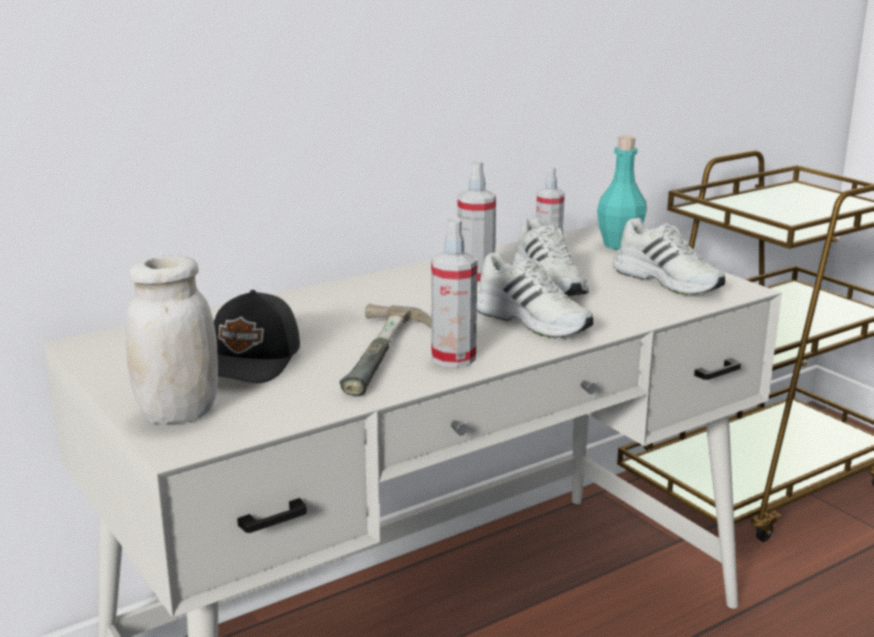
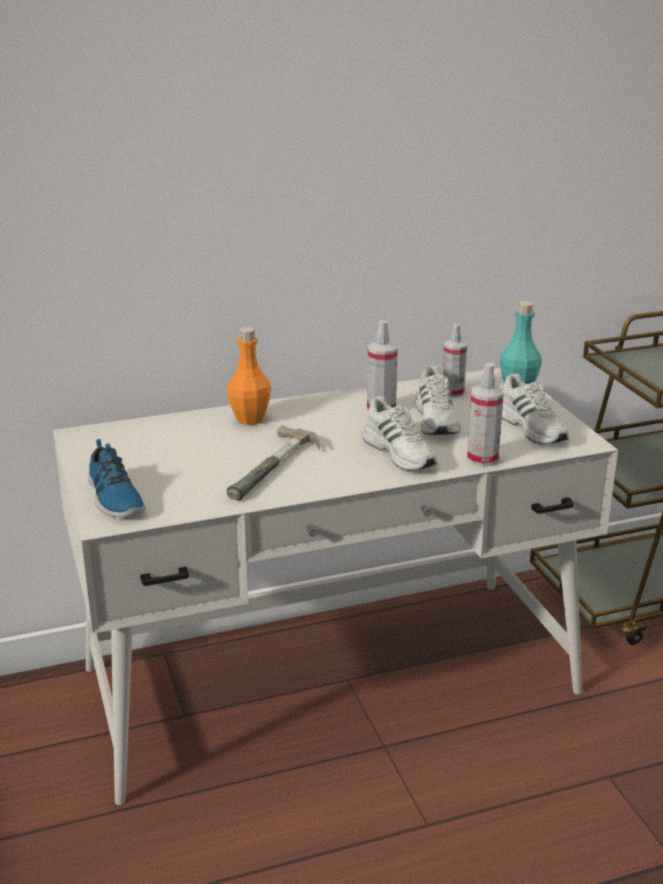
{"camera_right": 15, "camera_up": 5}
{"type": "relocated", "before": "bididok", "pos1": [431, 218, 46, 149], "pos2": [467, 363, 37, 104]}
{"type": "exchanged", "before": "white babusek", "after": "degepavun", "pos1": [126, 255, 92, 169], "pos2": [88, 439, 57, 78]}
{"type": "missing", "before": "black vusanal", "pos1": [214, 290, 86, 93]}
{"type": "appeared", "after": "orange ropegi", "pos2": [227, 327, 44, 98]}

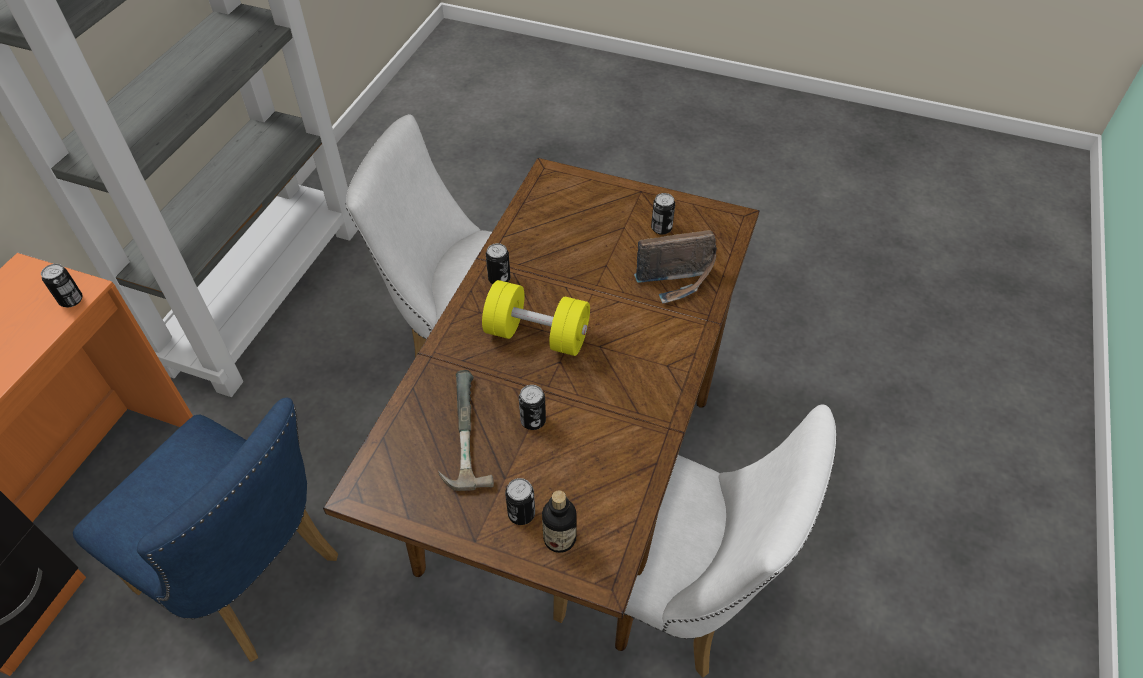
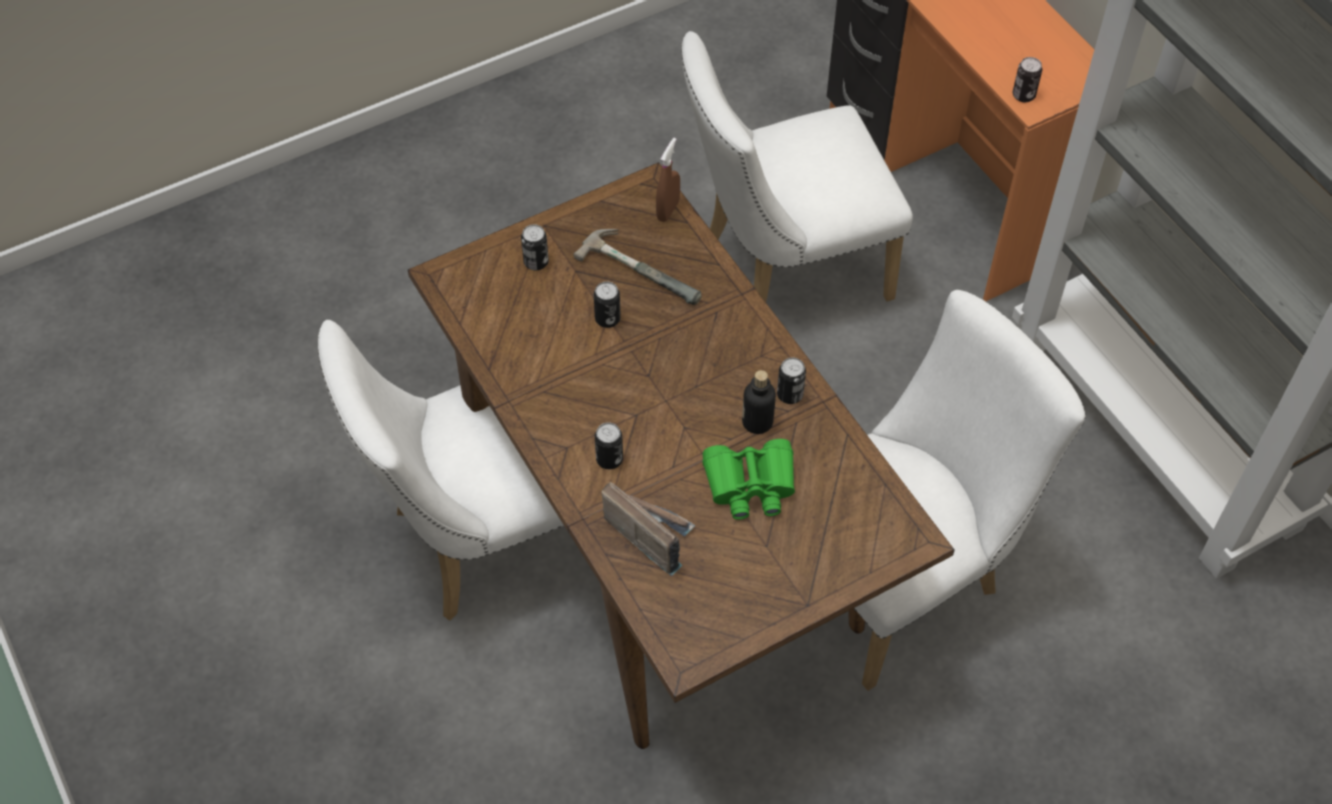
{"camera_right": 130, "camera_up": 5}
{"type": "relocated", "before": "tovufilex", "pos1": [651, 193, 24, 42], "pos2": [595, 423, 28, 46]}
{"type": "spun", "before": "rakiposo", "pos1": [634, 230, 83, 74], "pos2": [601, 482, 94, 94], "turn": 105}
{"type": "missing", "before": "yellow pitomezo", "pos1": [482, 280, 108, 76]}
{"type": "colour", "before": "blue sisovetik", "after": "white sisovetik", "pos1": [73, 397, 265, 265], "pos2": [681, 31, 232, 271]}
{"type": "relocated", "before": "ropegi", "pos1": [542, 490, 35, 63], "pos2": [742, 370, 34, 64]}
{"type": "appeared", "after": "brown bididok", "pos2": [656, 138, 24, 84]}
{"type": "appeared", "after": "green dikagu", "pos2": [702, 439, 93, 81]}

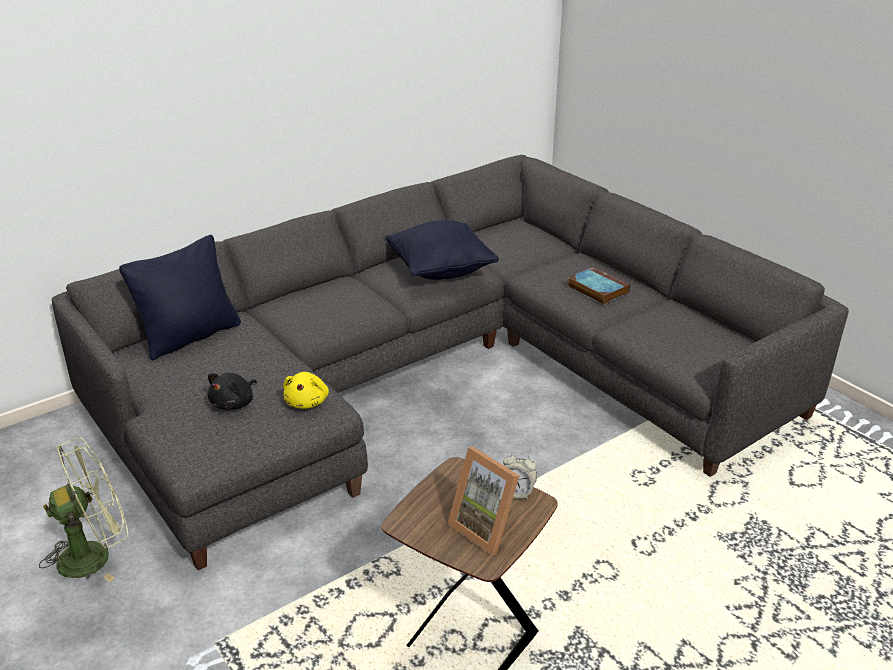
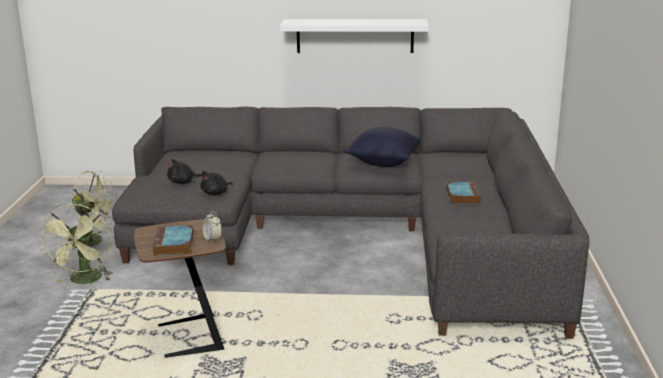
{"camera_right": 40, "camera_up": -10}
{"type": "missing", "before": "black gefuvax", "pos1": [119, 235, 122, 125]}
{"type": "colour", "before": "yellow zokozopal", "after": "black zokozopal", "pos1": [283, 372, 46, 37], "pos2": [200, 171, 33, 24]}
{"type": "exchanged", "before": "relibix", "after": "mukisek", "pos1": [448, 447, 71, 109], "pos2": [153, 225, 41, 30]}
{"type": "appeared", "after": "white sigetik", "pos2": [280, 19, 149, 34]}
{"type": "appeared", "after": "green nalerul", "pos2": [39, 204, 73, 80]}

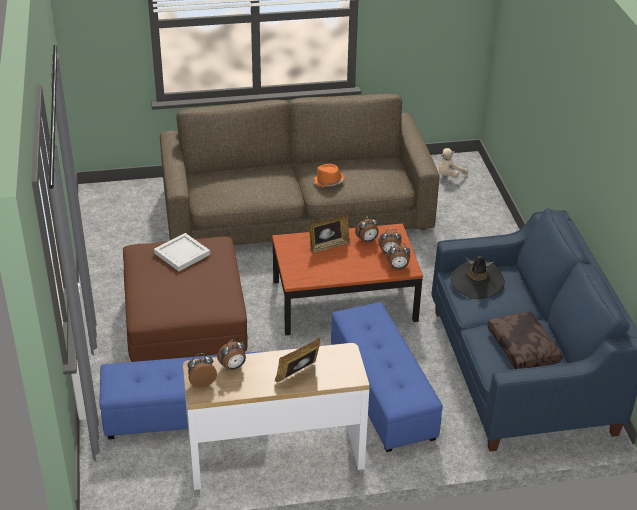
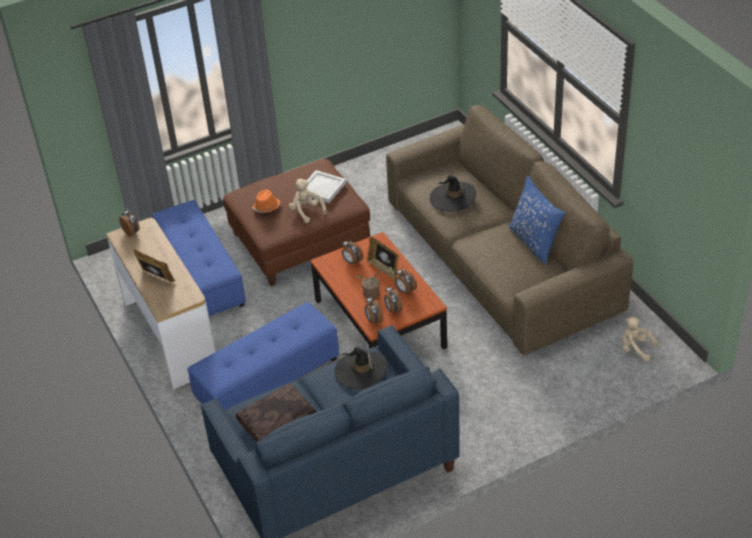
{"camera_right": 75, "camera_up": 5}
{"type": "relocated", "before": "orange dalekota", "pos1": [314, 164, 30, 23], "pos2": [253, 190, 27, 23]}
{"type": "relocated", "before": "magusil", "pos1": [217, 339, 29, 31], "pos2": [342, 239, 21, 26]}
{"type": "appeared", "after": "black dalekota", "pos2": [430, 174, 46, 38]}
{"type": "appeared", "after": "blue gefuvax", "pos2": [508, 176, 58, 88]}
{"type": "appeared", "after": "beige zokozopal", "pos2": [289, 179, 37, 44]}
{"type": "appeared", "after": "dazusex", "pos2": [356, 267, 38, 32]}

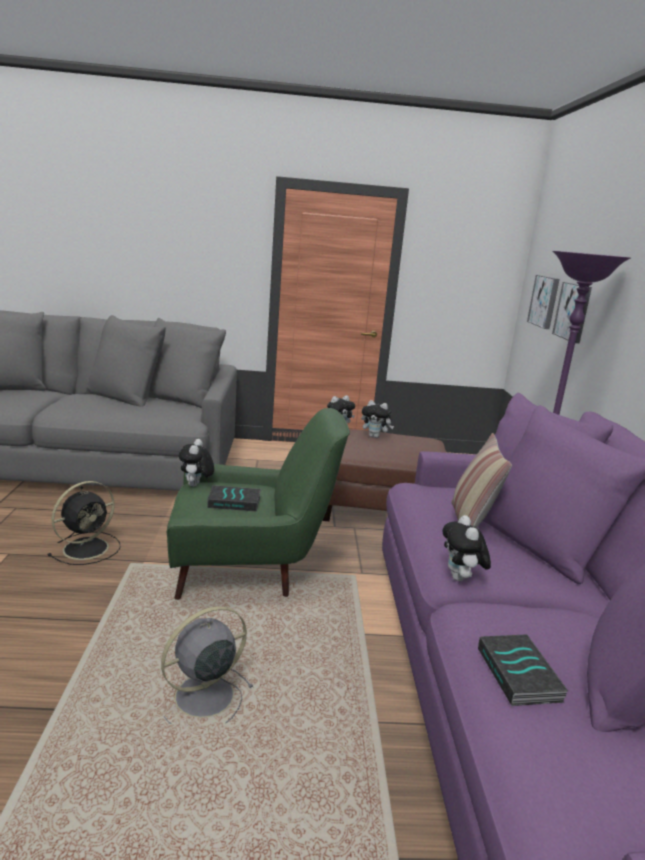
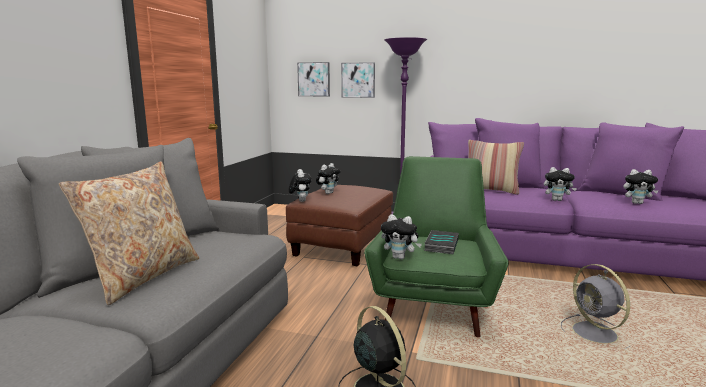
{"camera_right": -70, "camera_up": -5}
{"type": "exchanged", "before": "mukisek", "after": "zokozopal", "pos1": [478, 634, 90, 72], "pos2": [623, 169, 36, 35]}
{"type": "appeared", "after": "beige gefuvax", "pos2": [59, 161, 140, 144]}

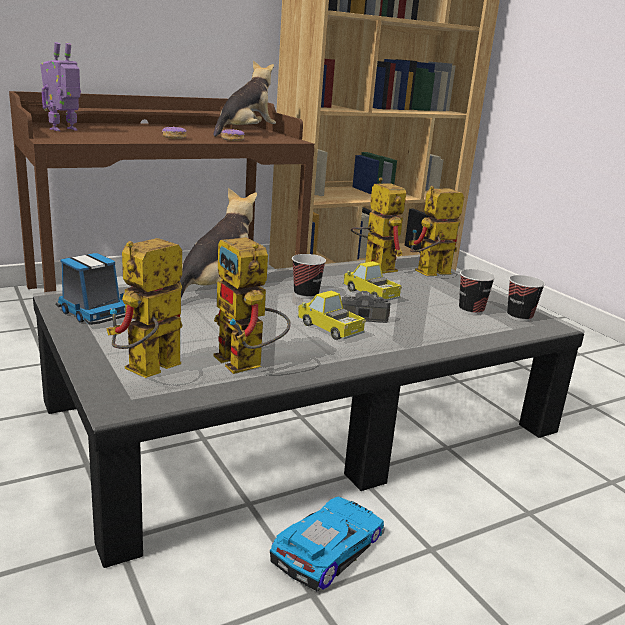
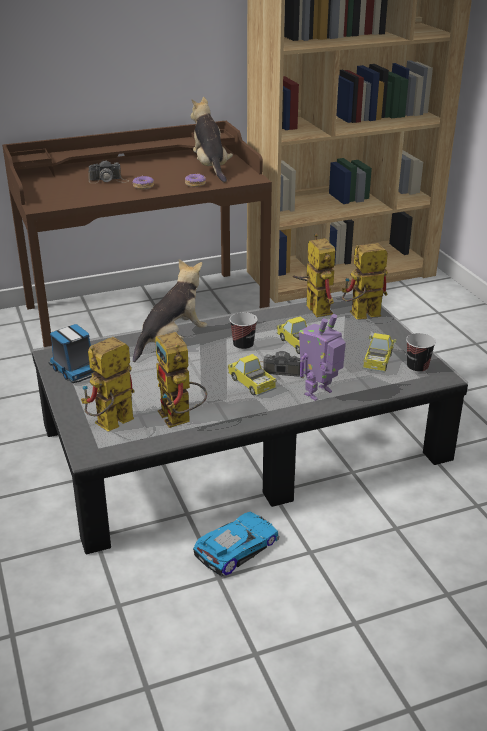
{"camera_right": 10, "camera_up": 10}
{"type": "relocated", "before": "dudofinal", "pos1": [40, 42, 41, 89], "pos2": [299, 314, 47, 87]}
{"type": "spun", "before": "zokozopal", "pos1": [213, 60, 63, 77], "pos2": [191, 97, 42, 85], "turn": -60}
{"type": "exchanged", "before": "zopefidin", "after": "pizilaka", "pos1": [459, 269, 36, 46], "pos2": [363, 333, 33, 39]}
{"type": "appeared", "after": "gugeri", "pos2": [88, 161, 41, 22]}

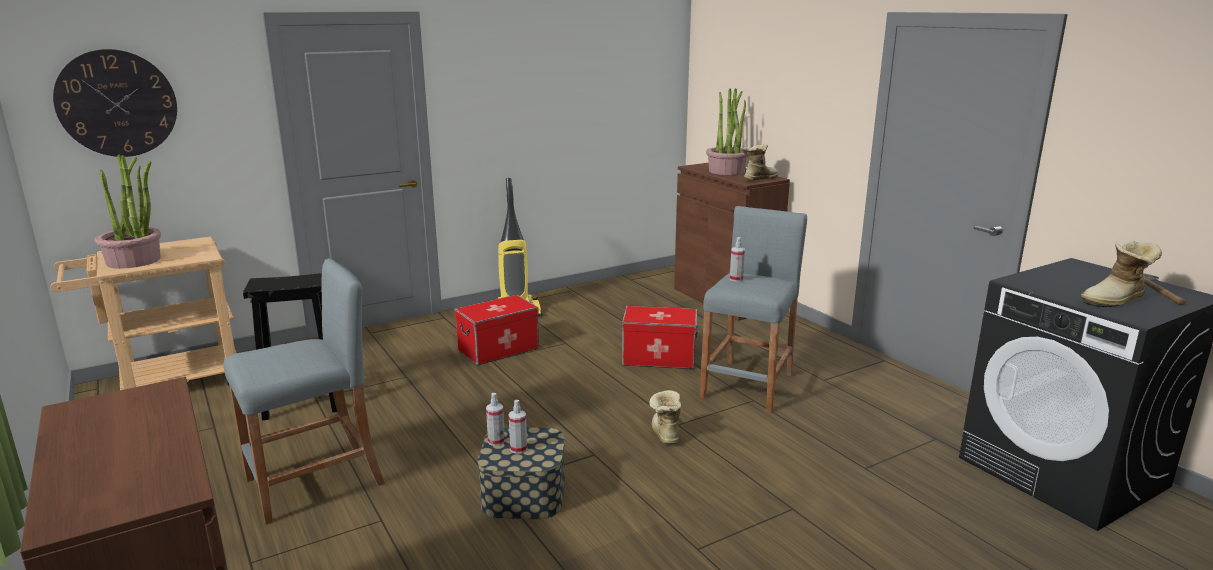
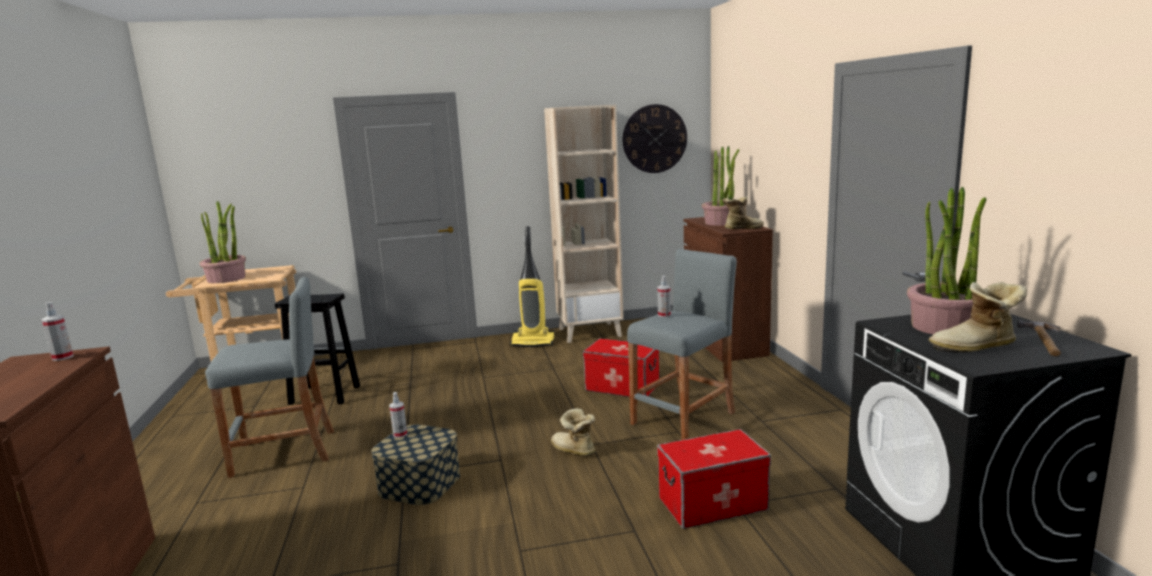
{"camera_right": 20, "camera_up": -5}
{"type": "relocated", "before": "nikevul", "pos1": [53, 49, 124, 108], "pos2": [623, 104, 64, 69]}
{"type": "relocated", "before": "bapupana", "pos1": [455, 295, 84, 70], "pos2": [657, 429, 114, 100]}
{"type": "spun", "before": "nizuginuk", "pos1": [649, 390, 32, 55], "pos2": [551, 408, 44, 48], "turn": -60}
{"type": "relocated", "before": "bididok", "pos1": [509, 400, 18, 54], "pos2": [41, 302, 33, 59]}
{"type": "appeared", "after": "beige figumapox", "pos2": [544, 105, 80, 238]}
{"type": "appeared", "after": "dazusex", "pos2": [907, 187, 79, 147]}

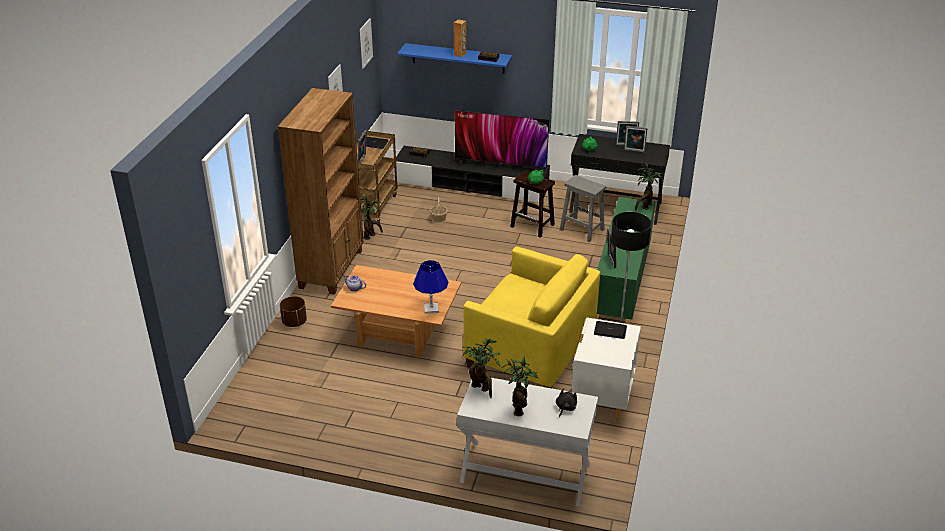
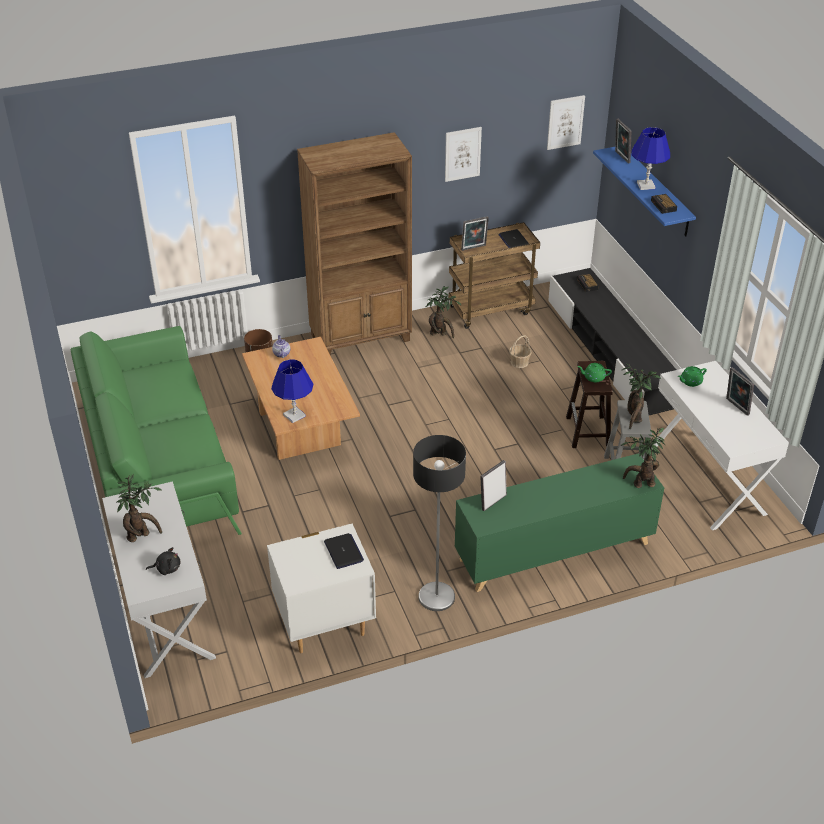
{"camera_right": 55, "camera_up": 5}
{"type": "exchanged", "before": "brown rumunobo", "after": "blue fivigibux", "pos1": [454, 19, 12, 38], "pos2": [631, 127, 39, 63]}
{"type": "missing", "before": "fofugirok", "pos1": [455, 110, 94, 60]}
{"type": "relocated", "before": "relibix", "pos1": [624, 126, 23, 27], "pos2": [615, 119, 16, 44]}
{"type": "colour", "before": "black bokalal", "after": "white bokalal", "pos1": [569, 134, 101, 91], "pos2": [654, 361, 135, 169]}
{"type": "missing", "before": "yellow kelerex", "pos1": [463, 246, 137, 142]}
{"type": "relocated", "before": "dazusex", "pos1": [463, 338, 37, 60], "pos2": [622, 363, 39, 66]}
{"type": "appeared", "after": "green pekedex", "pos2": [71, 326, 171, 209]}

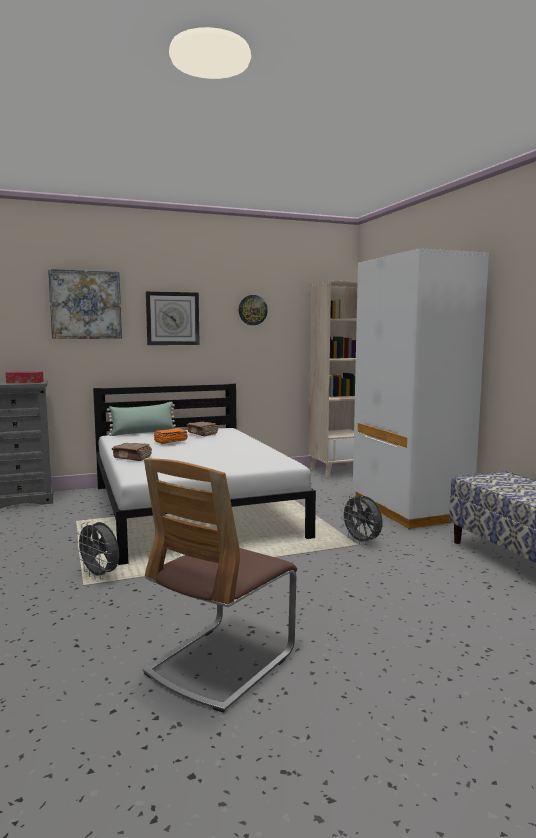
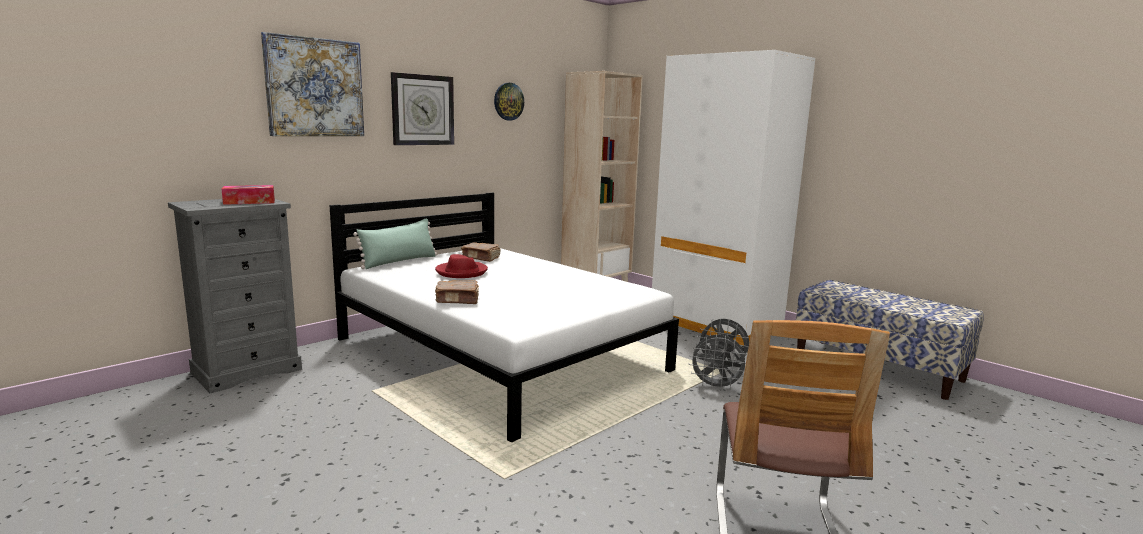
{"camera_right": -25, "camera_up": 5}
{"type": "exchanged", "before": "orange mukisek", "after": "red dalekota", "pos1": [154, 428, 34, 16], "pos2": [435, 254, 53, 24]}
{"type": "relocated", "before": "grey nalerul", "pos1": [75, 521, 44, 58], "pos2": [689, 334, 58, 57]}

